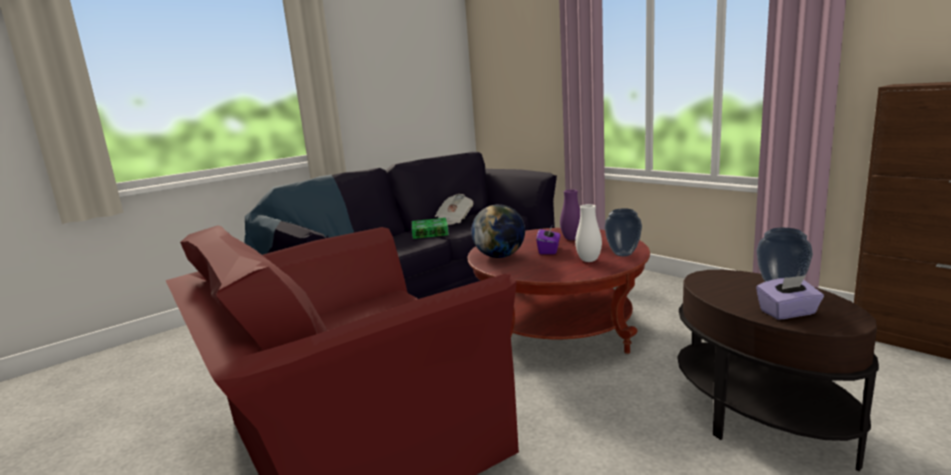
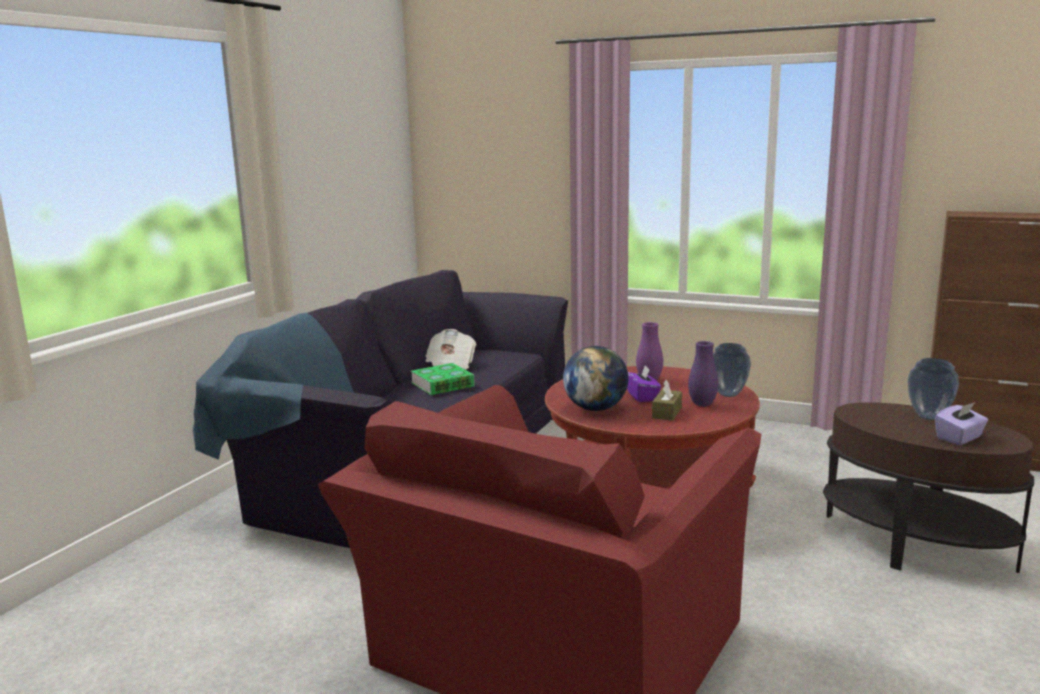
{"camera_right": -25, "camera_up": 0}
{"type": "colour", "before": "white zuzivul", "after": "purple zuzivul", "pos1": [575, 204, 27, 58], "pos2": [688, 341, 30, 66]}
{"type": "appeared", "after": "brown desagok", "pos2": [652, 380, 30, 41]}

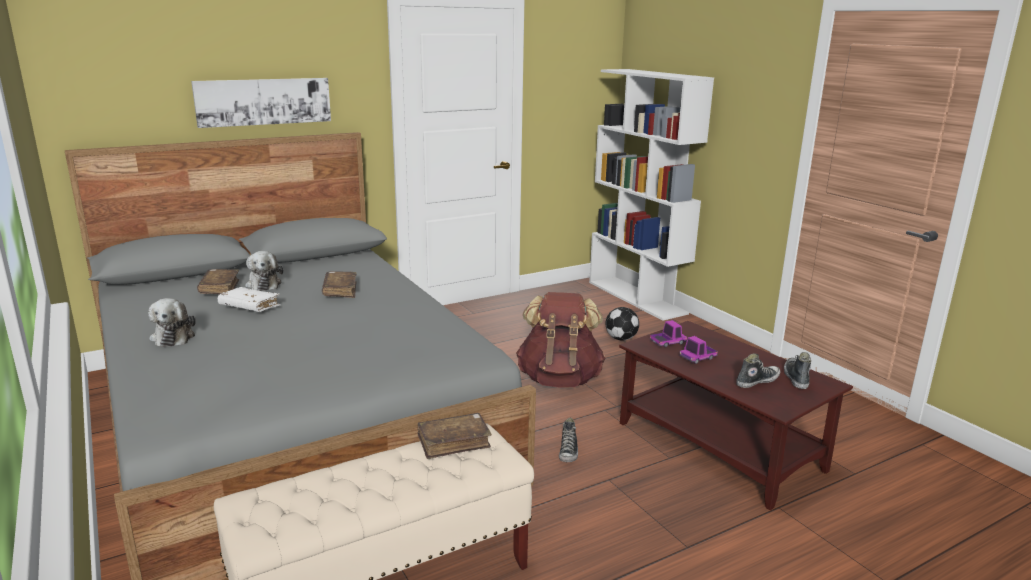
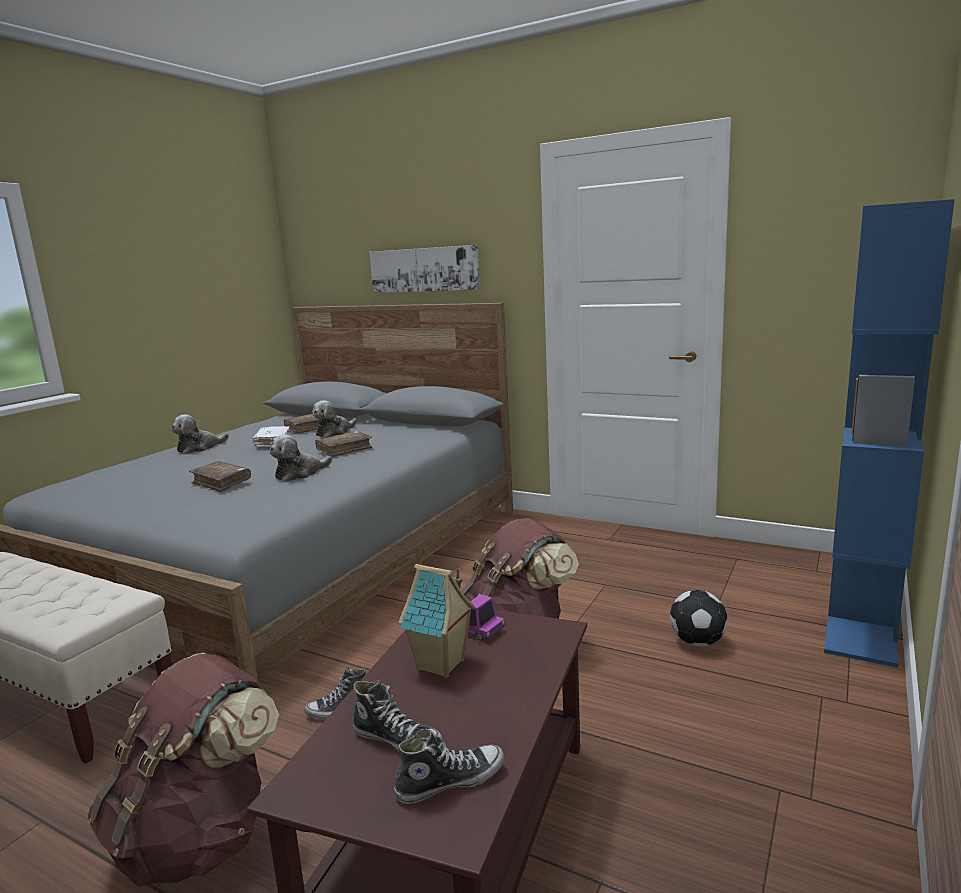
{"camera_right": 60, "camera_up": -5}
{"type": "colour", "before": "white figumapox", "after": "blue figumapox", "pos1": [589, 69, 125, 252], "pos2": [824, 199, 131, 469]}
{"type": "exchanged", "before": "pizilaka", "after": "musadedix", "pos1": [679, 336, 39, 28], "pos2": [398, 564, 77, 114]}
{"type": "relocated", "before": "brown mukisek", "pos1": [417, 413, 75, 46], "pos2": [189, 461, 62, 31]}
{"type": "appeared", "after": "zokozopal", "pos2": [269, 435, 63, 47]}
{"type": "appeared", "after": "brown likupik", "pos2": [88, 653, 191, 234]}

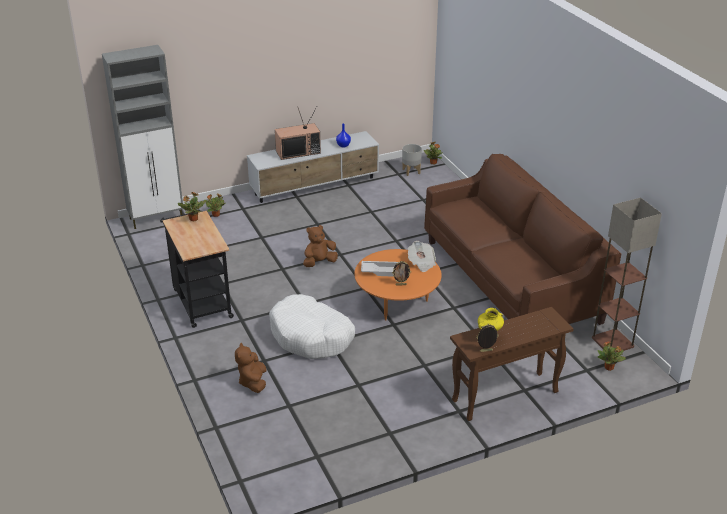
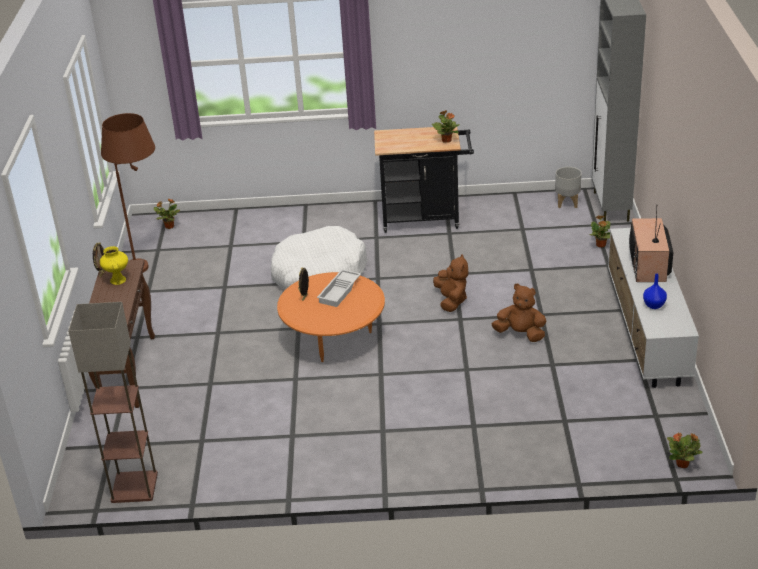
{"camera_right": 115, "camera_up": 0}
{"type": "relocated", "before": "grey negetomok", "pos1": [402, 144, 20, 32], "pos2": [555, 167, 27, 41]}
{"type": "missing", "before": "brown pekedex", "pos1": [424, 154, 197, 171]}
{"type": "missing", "before": "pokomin", "pos1": [408, 241, 28, 31]}
{"type": "relocated", "before": "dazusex", "pos1": [598, 341, 28, 30], "pos2": [154, 199, 26, 30]}
{"type": "relocated", "before": "brown zokozopal", "pos1": [235, 343, 32, 50], "pos2": [491, 284, 55, 58]}
{"type": "appeared", "after": "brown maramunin", "pos2": [101, 113, 54, 159]}

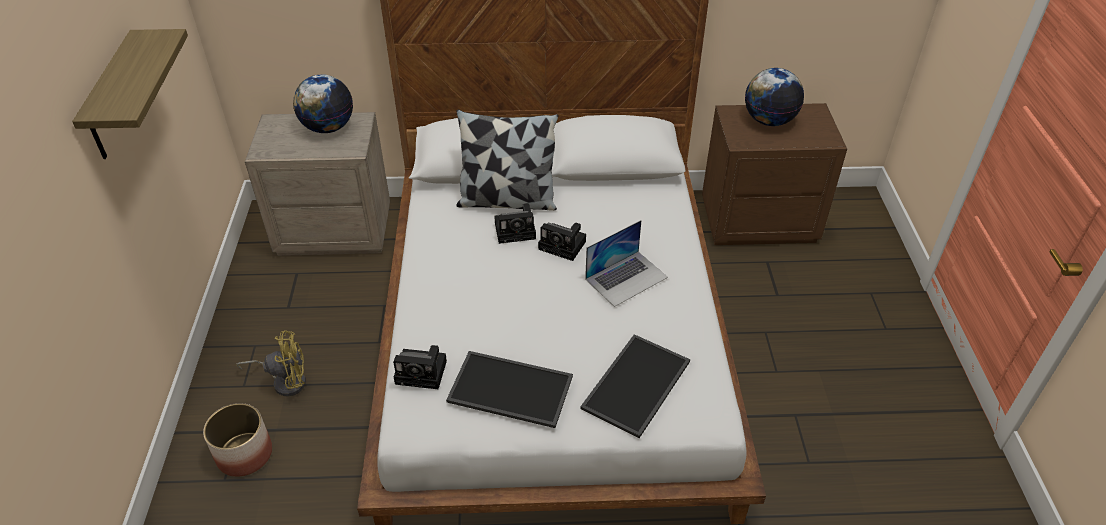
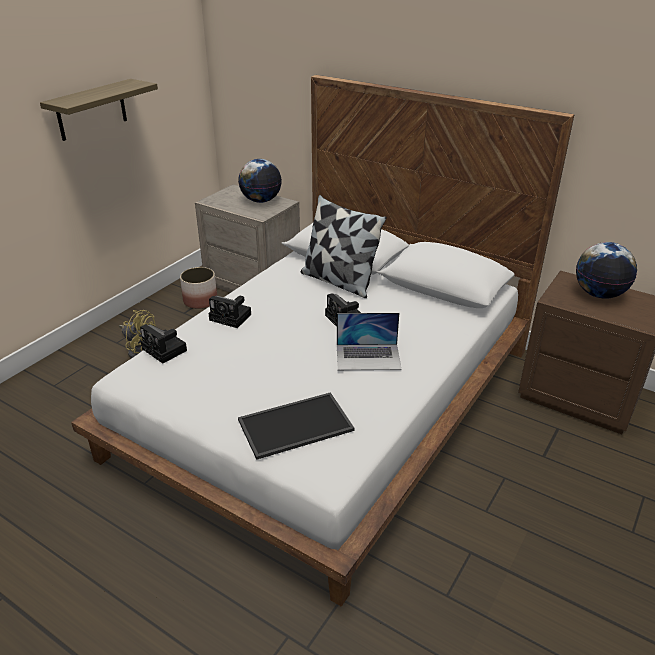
{"camera_right": 35, "camera_up": -10}
{"type": "relocated", "before": "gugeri", "pos1": [494, 203, 42, 41], "pos2": [208, 295, 43, 33]}
{"type": "missing", "before": "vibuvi", "pos1": [446, 351, 127, 77]}
{"type": "relocated", "before": "negetomok", "pos1": [203, 403, 69, 74], "pos2": [180, 267, 37, 42]}

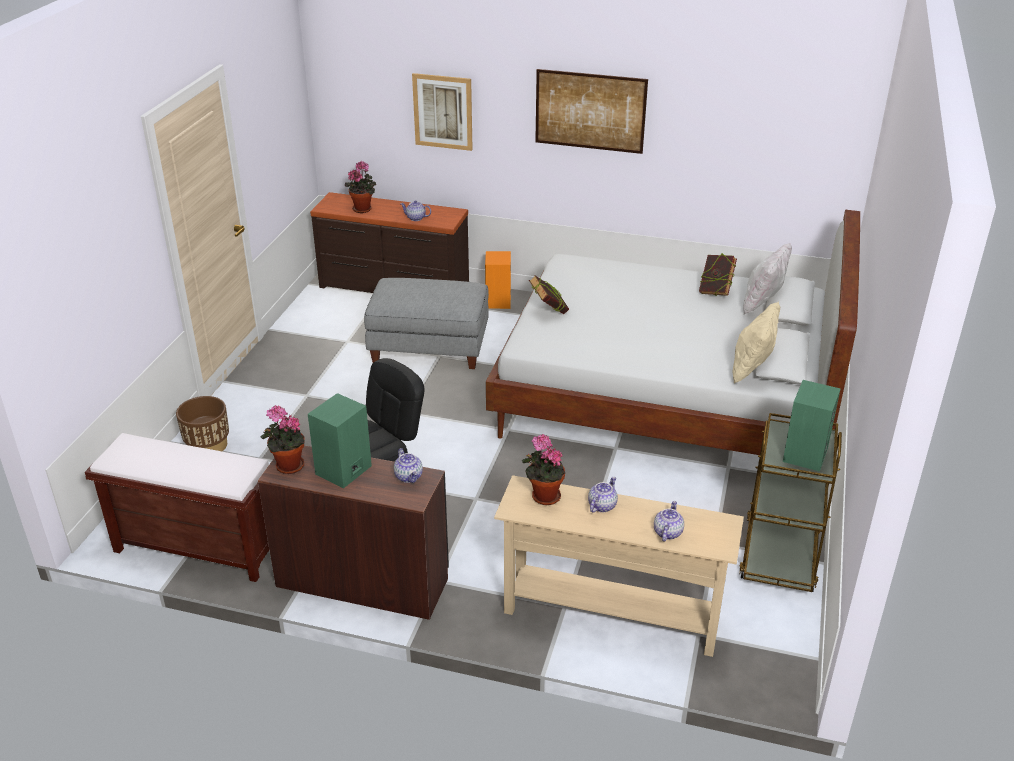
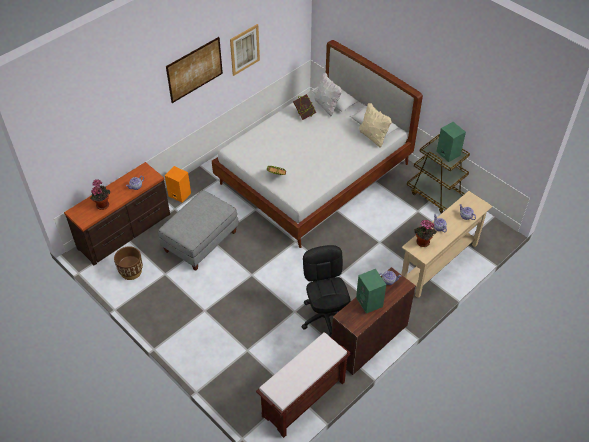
{"camera_right": -60, "camera_up": 15}
{"type": "relocated", "before": "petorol", "pos1": [412, 73, 61, 78], "pos2": [230, 24, 30, 52]}
{"type": "relocated", "before": "brown negetomok", "pos1": [176, 396, 53, 55], "pos2": [114, 246, 29, 34]}
{"type": "missing", "before": "dazusex", "pos1": [261, 406, 44, 68]}

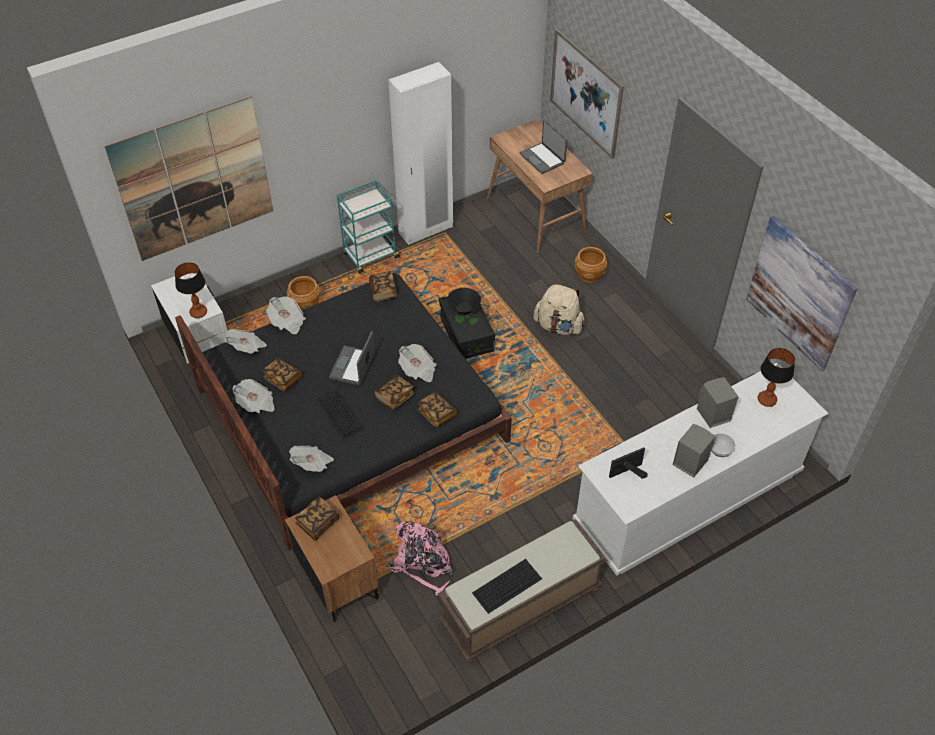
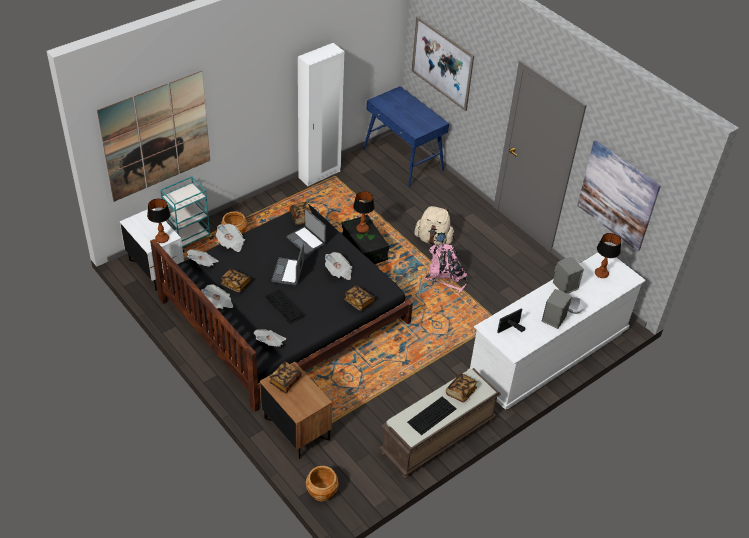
{"camera_right": -10, "camera_up": -5}
{"type": "colour", "before": "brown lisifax", "after": "blue lisifax", "pos1": [487, 119, 106, 134], "pos2": [363, 86, 86, 101]}
{"type": "relocated", "before": "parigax", "pos1": [520, 120, 47, 54], "pos2": [286, 209, 40, 46]}
{"type": "relocated", "before": "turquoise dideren", "pos1": [337, 180, 64, 93], "pos2": [160, 176, 54, 76]}
{"type": "relocated", "before": "brown negetomok", "pos1": [575, 247, 32, 36], "pos2": [306, 466, 33, 35]}
{"type": "exchanged", "before": "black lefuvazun", "after": "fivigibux", "pos1": [447, 288, 34, 27], "pos2": [353, 191, 22, 42]}
{"type": "relocated", "before": "mukisek", "pos1": [375, 375, 39, 35], "pos2": [446, 373, 31, 30]}
{"type": "relocated", "before": "pink likupik", "pos1": [389, 522, 64, 73], "pos2": [424, 244, 44, 48]}

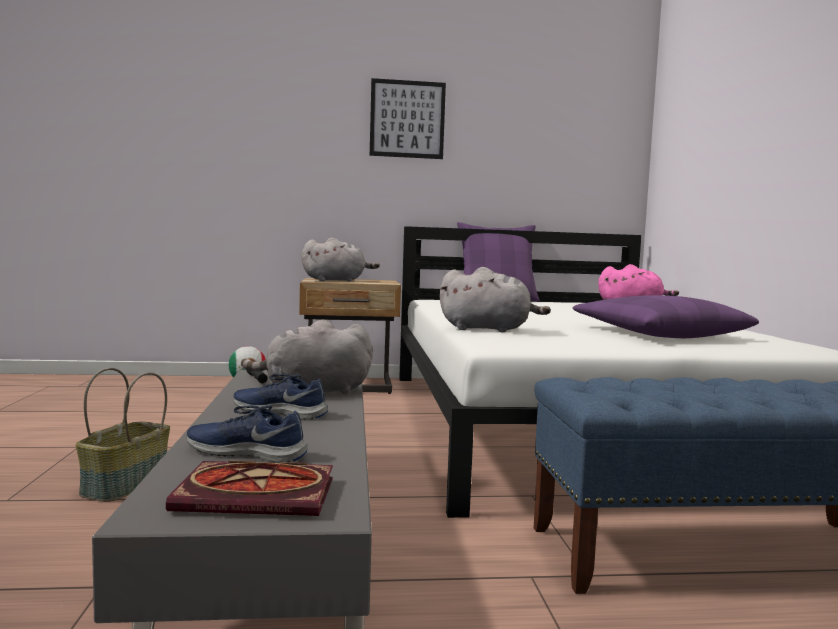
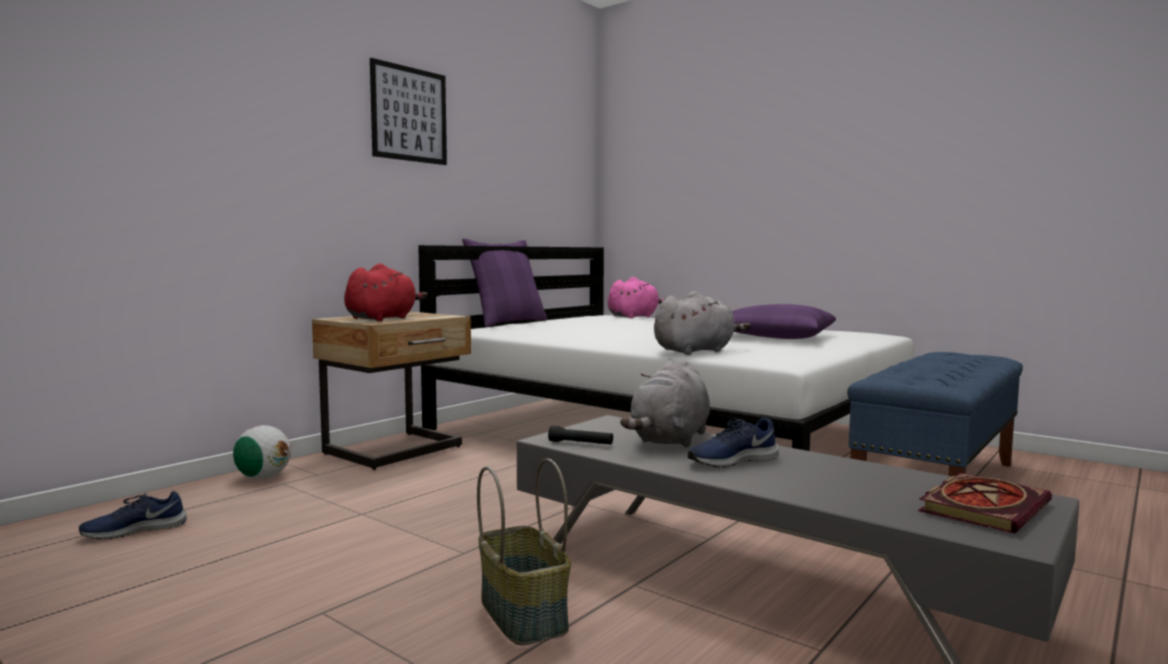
{"camera_right": -45, "camera_up": 0}
{"type": "colour", "before": "grey zokozopal", "after": "red zokozopal", "pos1": [301, 237, 79, 45], "pos2": [344, 263, 84, 58]}
{"type": "relocated", "before": "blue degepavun", "pos1": [187, 405, 120, 58], "pos2": [79, 491, 108, 49]}

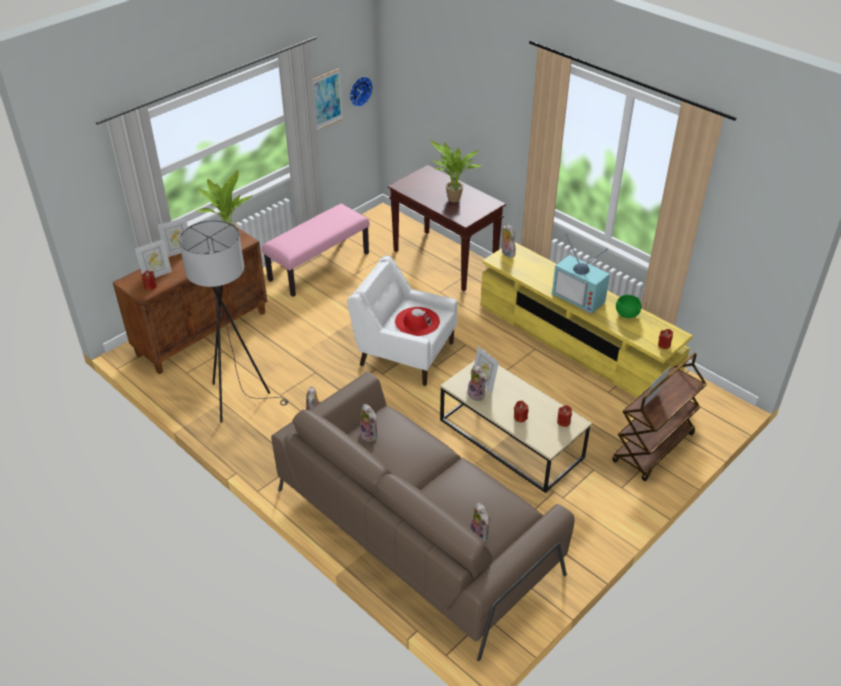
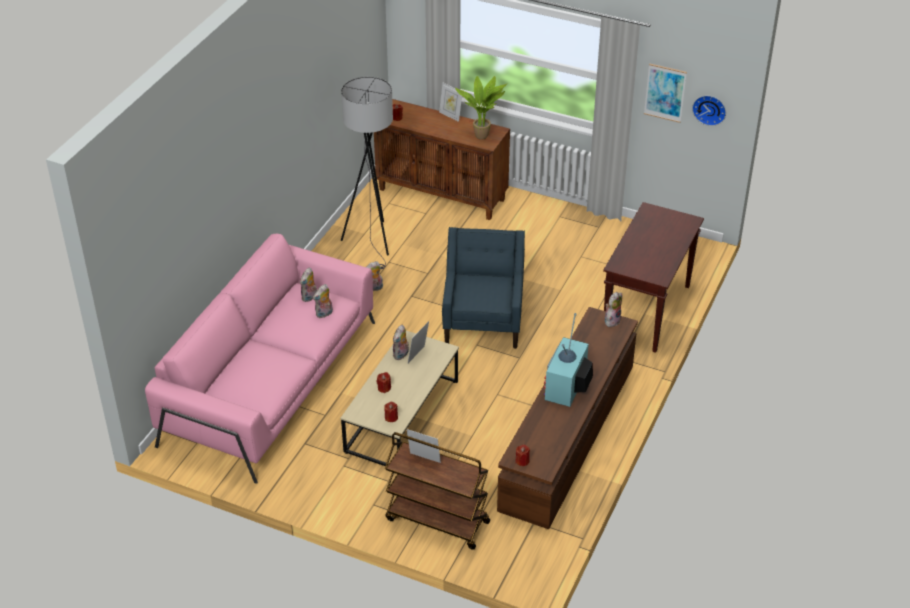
{"camera_right": 70, "camera_up": 0}
{"type": "missing", "before": "dazusex", "pos1": [431, 140, 51, 62]}
{"type": "missing", "before": "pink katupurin", "pos1": [262, 204, 108, 93]}
{"type": "missing", "before": "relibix", "pos1": [135, 239, 37, 39]}
{"type": "colour", "before": "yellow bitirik", "after": "brown bitirik", "pos1": [480, 242, 213, 155], "pos2": [497, 307, 141, 222]}
{"type": "colour", "before": "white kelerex", "after": "blue kelerex", "pos1": [347, 255, 110, 131], "pos2": [442, 227, 83, 122]}
{"type": "missing", "before": "green lefuvazun", "pos1": [616, 295, 25, 23]}
{"type": "missing", "before": "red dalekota", "pos1": [395, 307, 45, 29]}
{"type": "colour", "before": "brown pekedex", "after": "pink pekedex", "pos1": [271, 372, 303, 289], "pos2": [145, 234, 230, 250]}
{"type": "relocated", "before": "zokozopal", "pos1": [470, 503, 21, 39], "pos2": [313, 284, 20, 35]}

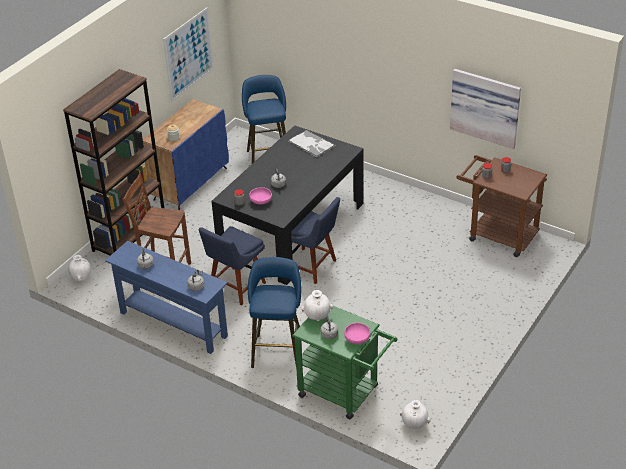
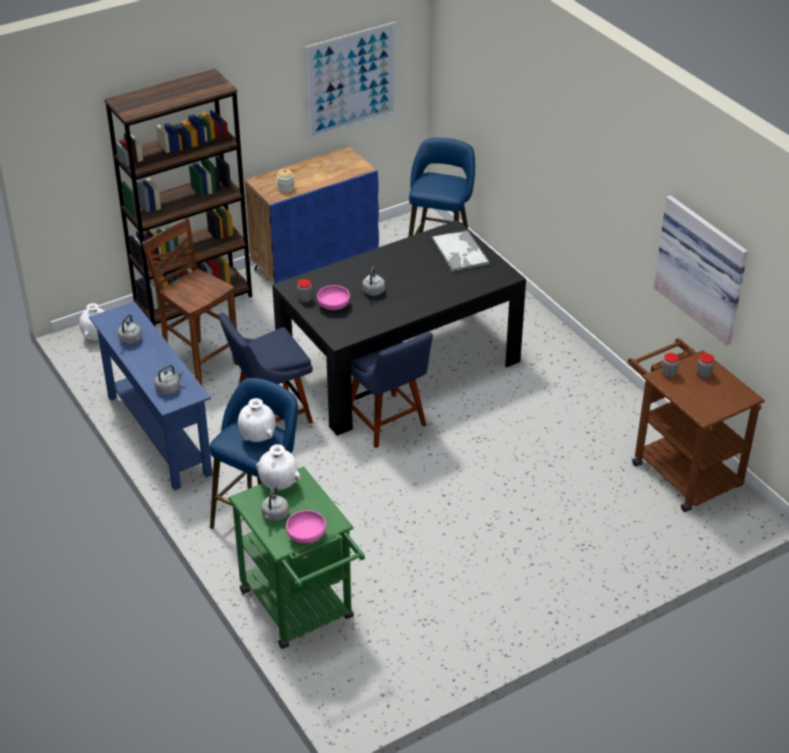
{"camera_right": 25, "camera_up": 0}
{"type": "relocated", "before": "white zuzivul", "pos1": [400, 400, 31, 30], "pos2": [238, 398, 38, 44]}

